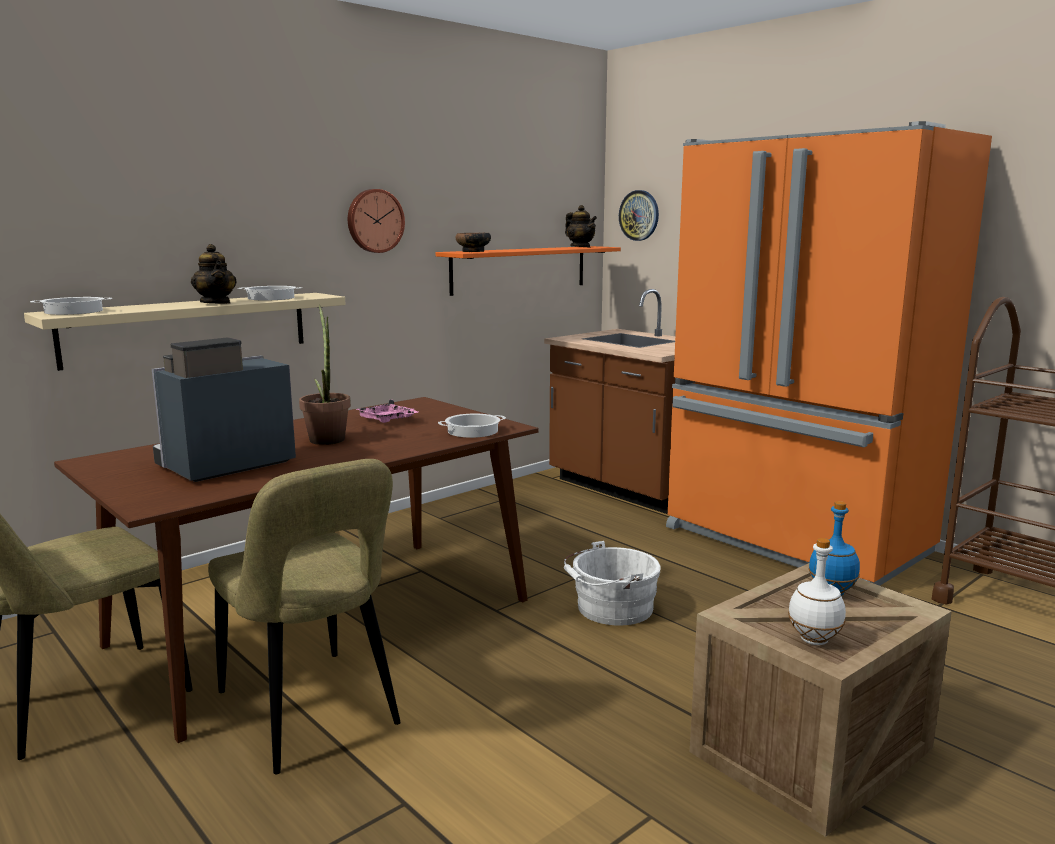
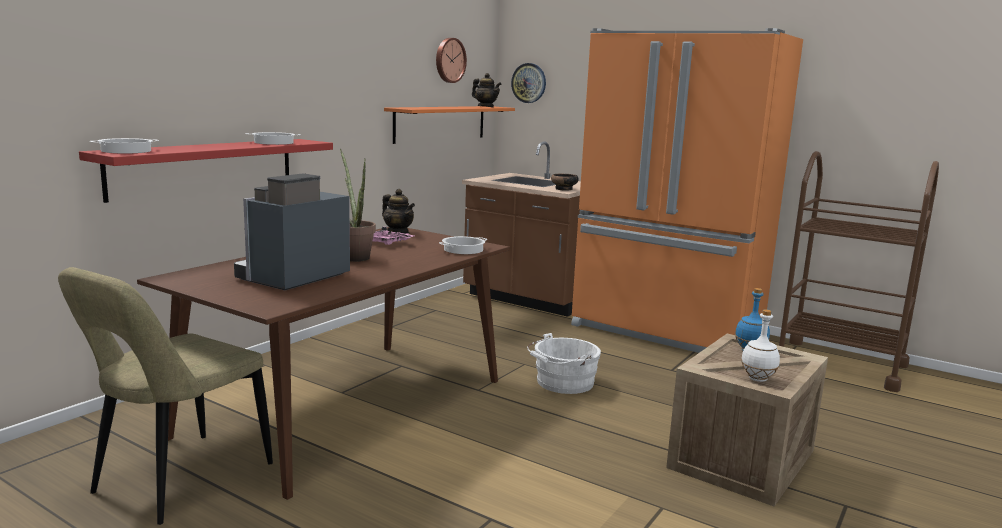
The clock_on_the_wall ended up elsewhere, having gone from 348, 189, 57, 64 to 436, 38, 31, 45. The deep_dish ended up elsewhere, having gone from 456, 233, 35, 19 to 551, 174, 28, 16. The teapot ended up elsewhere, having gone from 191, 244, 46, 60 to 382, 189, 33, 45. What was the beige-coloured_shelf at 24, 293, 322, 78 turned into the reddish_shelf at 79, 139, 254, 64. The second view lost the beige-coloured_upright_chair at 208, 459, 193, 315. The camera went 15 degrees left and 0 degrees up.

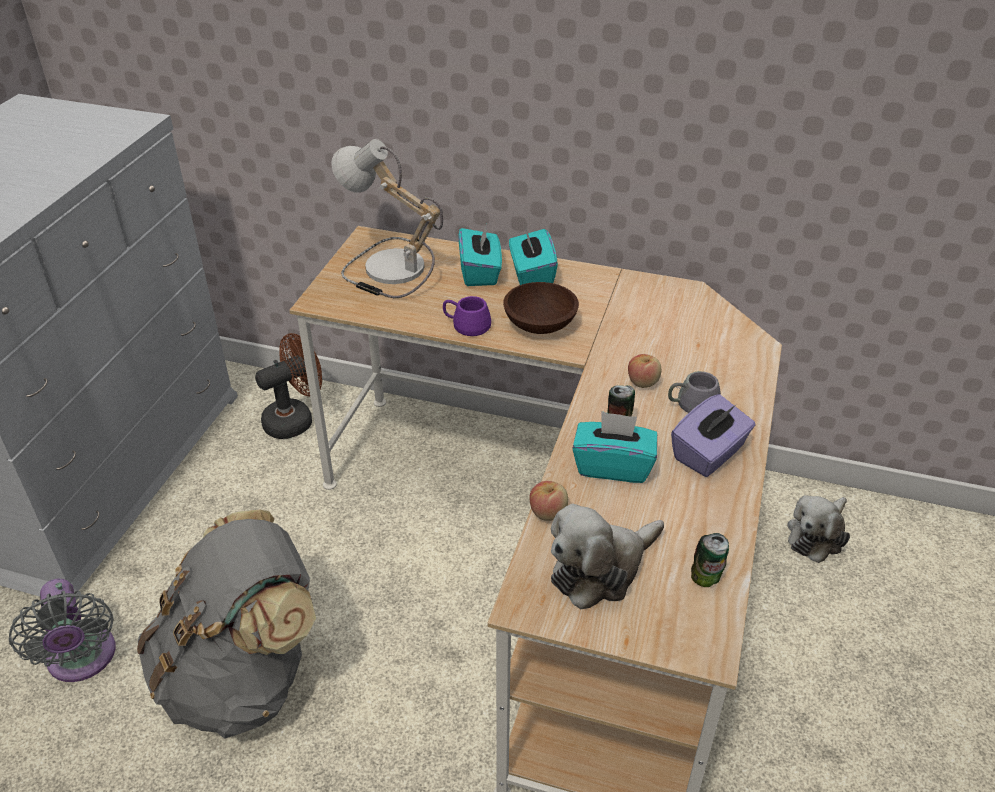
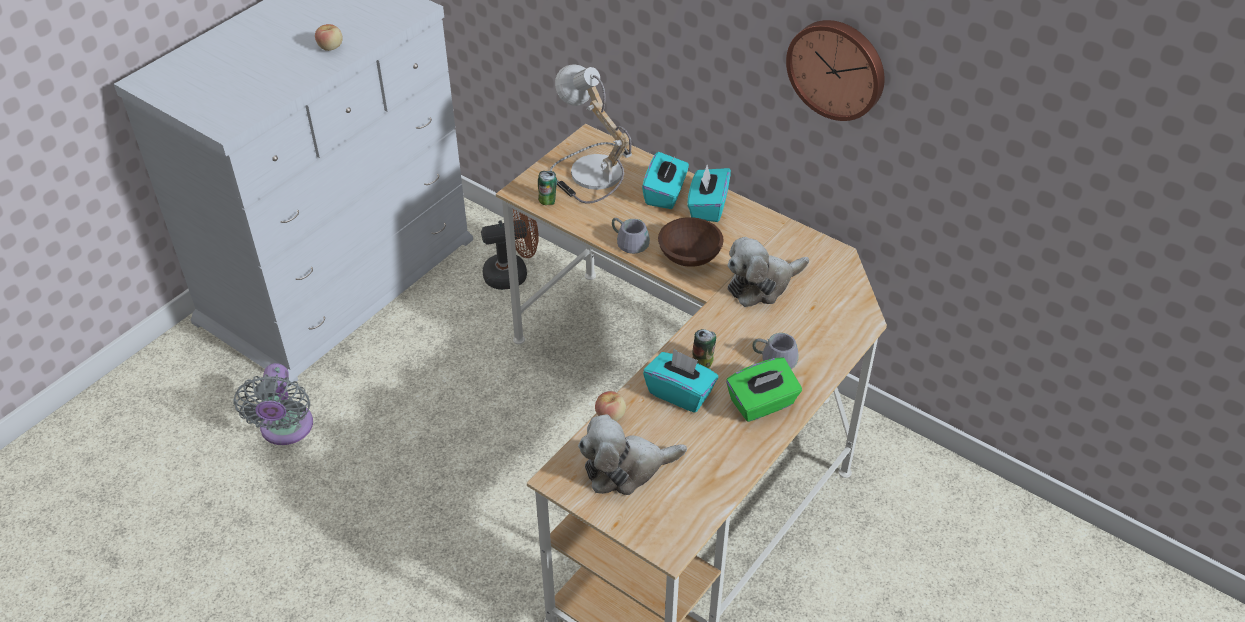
What was the purple_coffee_mug at 443, 296, 48, 40 turned into the gray_coffee_mug at 612, 218, 38, 36. The whole_apple ended up elsewhere, having gone from 628, 354, 33, 34 to 315, 24, 28, 27. What was the purple_tissue_box at 671, 394, 84, 83 turned into the green_tissue_box at 726, 357, 76, 65. The plush_toy ended up elsewhere, having gone from 787, 495, 63, 68 to 728, 237, 81, 70. The second view lost the gray_rucksack at 137, 510, 179, 229. The metal_can ended up elsewhere, having gone from 691, 533, 38, 54 to 538, 171, 19, 34. The second view gained the clock_on_the_wall at 786, 20, 99, 101. The camera went 20 degrees right and 5 degrees up.

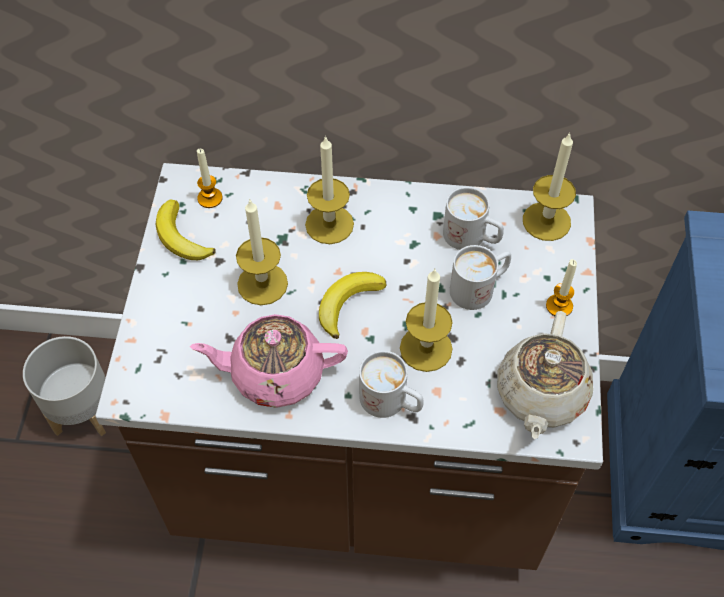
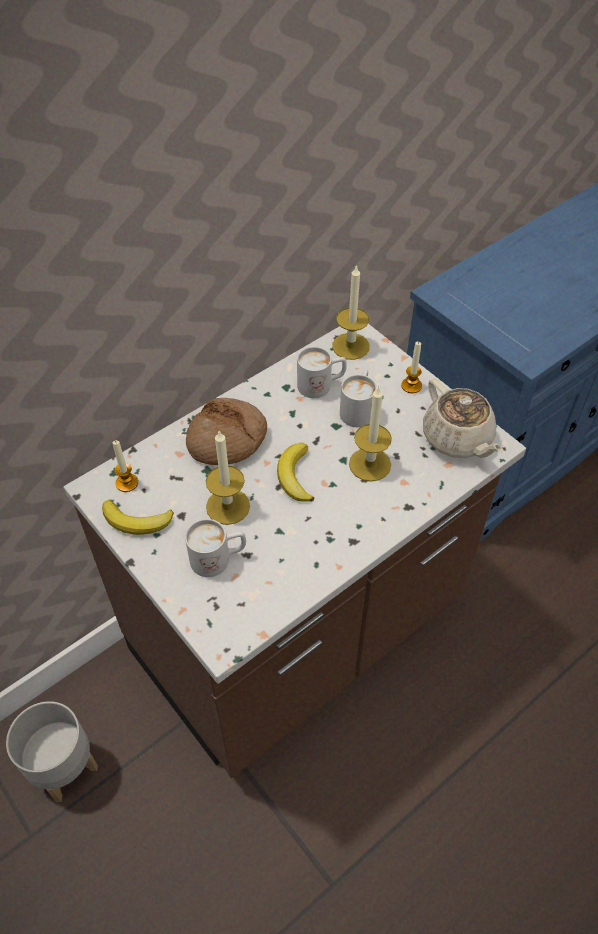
Where the candle stood at 305, 136, 49, 108, the bakery_bread came to stand at 186, 398, 81, 67. The second view lost the pink-coloured_teapot at 190, 314, 158, 94. The white_coffee_mug ended up elsewhere, having gone from 359, 351, 64, 67 to 185, 519, 61, 58. The camera went 45 degrees left and 5 degrees down.

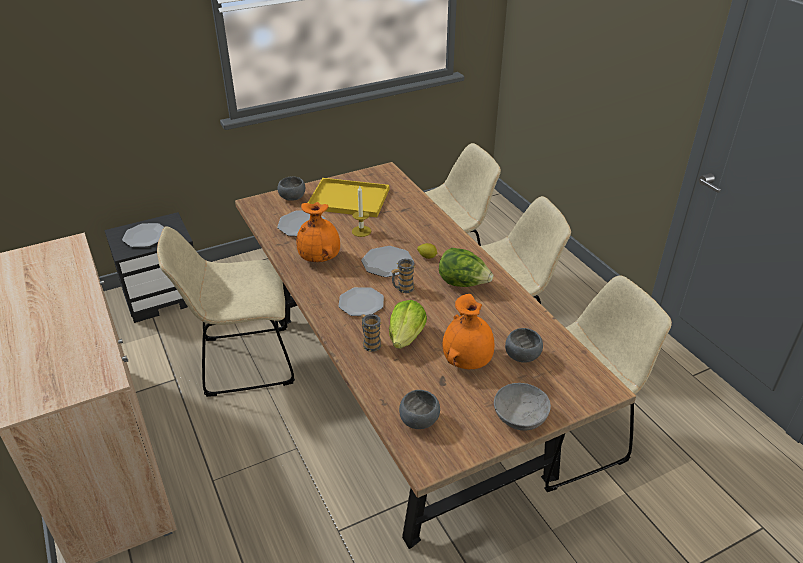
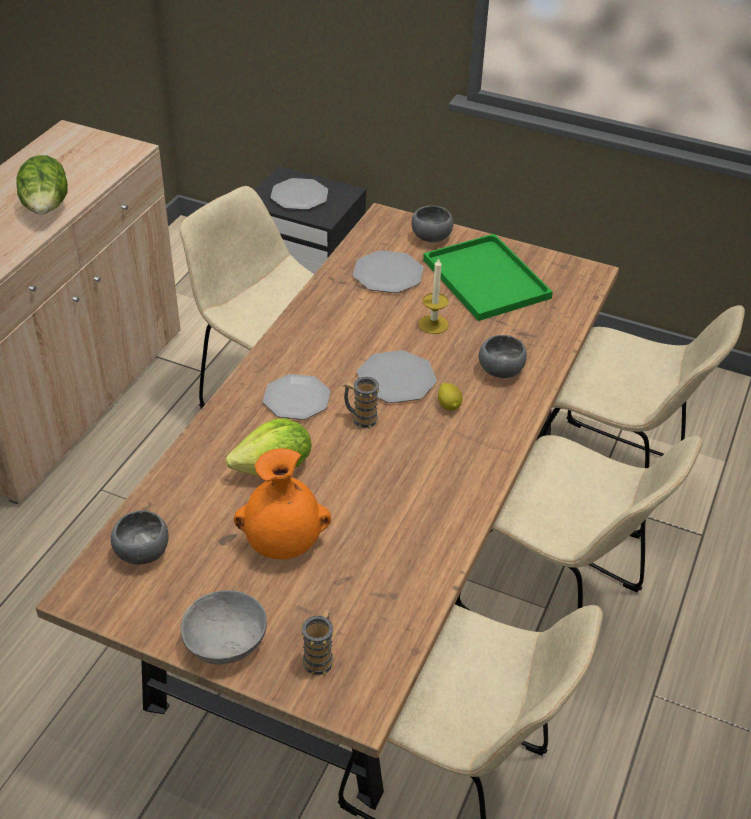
What was the yellowish_carrying_tray at 308, 178, 81, 39 turned into the green_carrying_tray at 423, 234, 130, 87. The second view lost the orange-coloured_decorative_vase at 296, 202, 44, 60. The head_of_lettuce ended up elsewhere, having gone from 439, 248, 54, 39 to 16, 155, 52, 59. The coffee_mug ended up elsewhere, having gone from 361, 314, 21, 38 to 300, 610, 35, 65. The gray_deep_dish ended up elsewhere, having gone from 505, 328, 38, 35 to 479, 335, 48, 43. The camera went 50 degrees right and 5 degrees up.

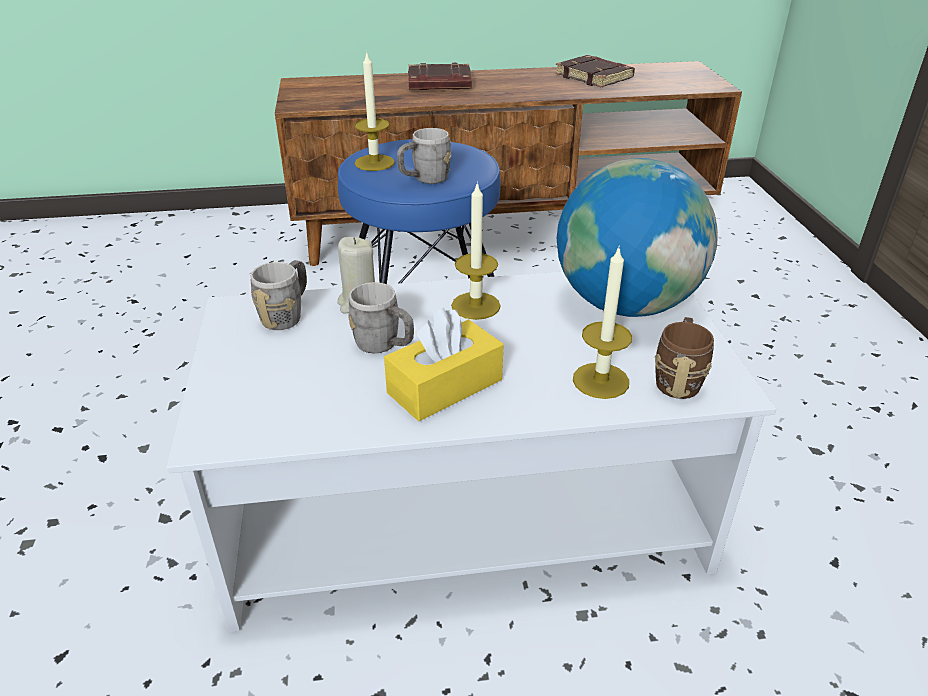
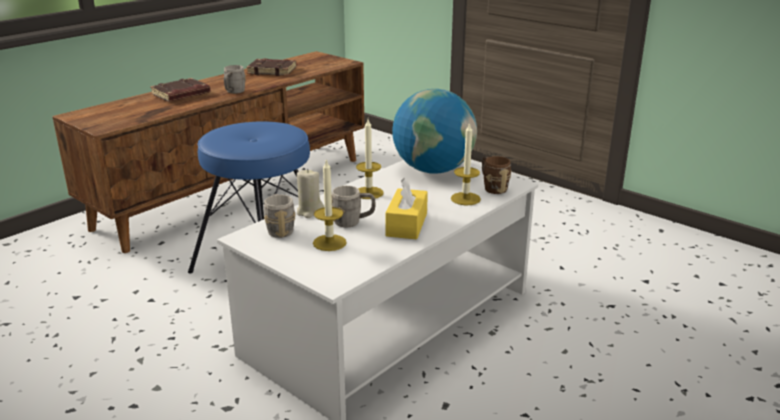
The candle ended up elsewhere, having gone from 354, 51, 41, 120 to 313, 159, 34, 92. The gray_coffee_mug ended up elsewhere, having gone from 397, 128, 54, 56 to 224, 65, 22, 29. The camera went 40 degrees left and 10 degrees down.

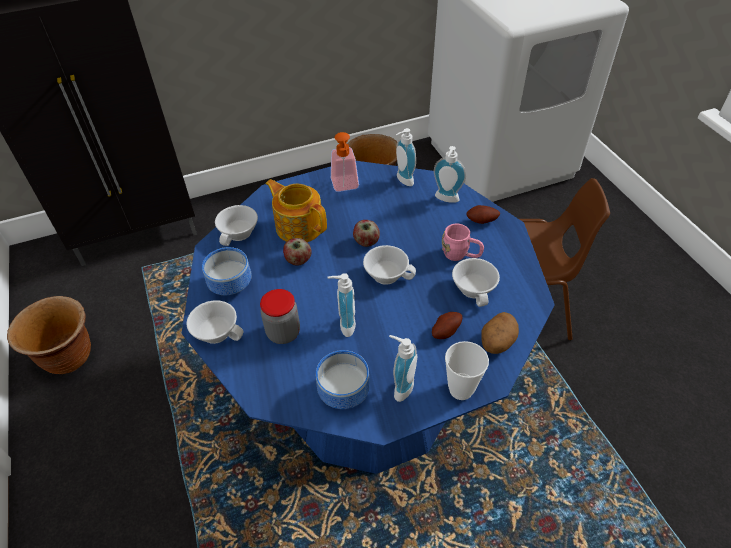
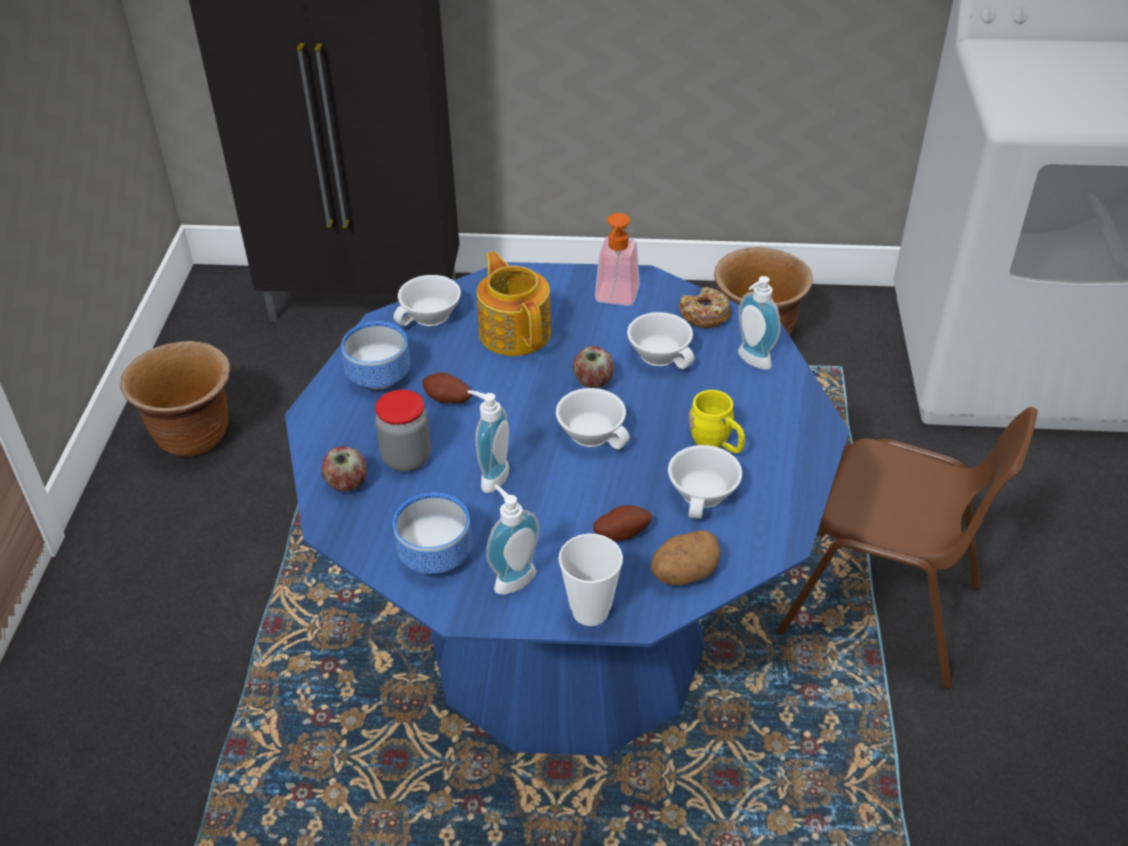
Where the liquid_soap_bottle stood at 396, 128, 20, 58, the donut came to stand at 679, 287, 52, 41. The whole_potato ended up elsewhere, having gone from 467, 205, 33, 19 to 423, 372, 49, 32. What was the pink-coloured_coffee_mug at 442, 224, 42, 37 turned into the yellowish_coffee_mug at 689, 390, 56, 63. The whole_apple ended up elsewhere, having gone from 283, 238, 29, 28 to 321, 446, 46, 46. The white_drinking_cup ended up elsewhere, having gone from 186, 300, 58, 44 to 627, 312, 68, 57. The camera went 25 degrees right and 5 degrees down.

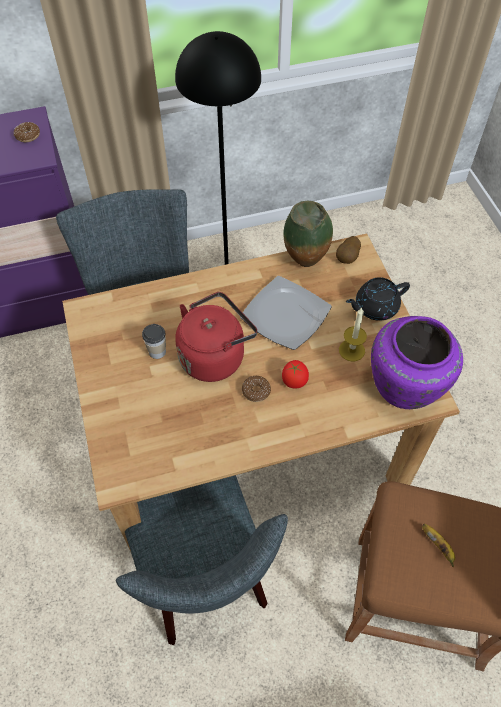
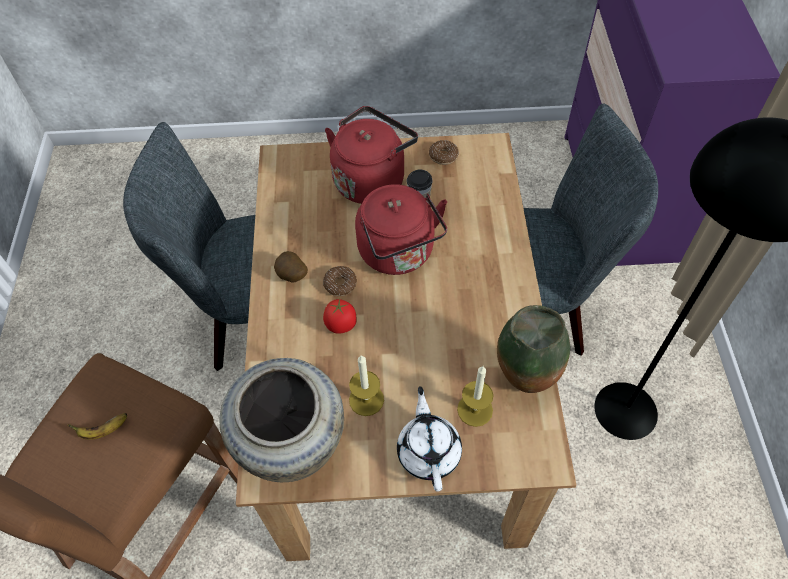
The donut ended up elsewhere, having gone from 14, 122, 26, 20 to 429, 140, 30, 25. The whole_potato ended up elsewhere, having gone from 336, 236, 25, 28 to 274, 251, 34, 32. The second view lost the flat_dish at 240, 276, 92, 74. What was the black_teapot at 346, 277, 64, 44 turned into the white_teapot at 397, 386, 65, 106. What was the purple_decorative_vase at 371, 316, 92, 93 turned into the beige-coloured_decorative_vase at 219, 358, 125, 124. The second view gained the reddish_tea_kettle at 325, 106, 93, 98. The second view gained the candle at 457, 366, 37, 61. The camera went 105 degrees right and 0 degrees up.

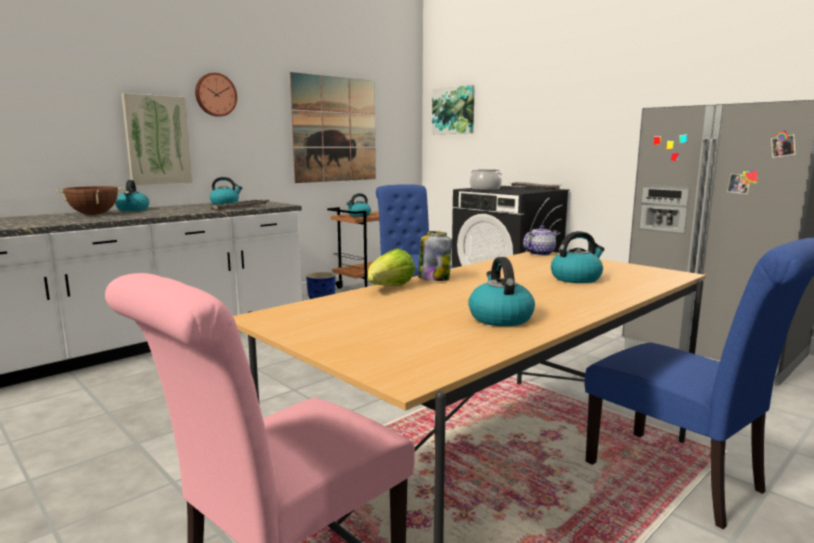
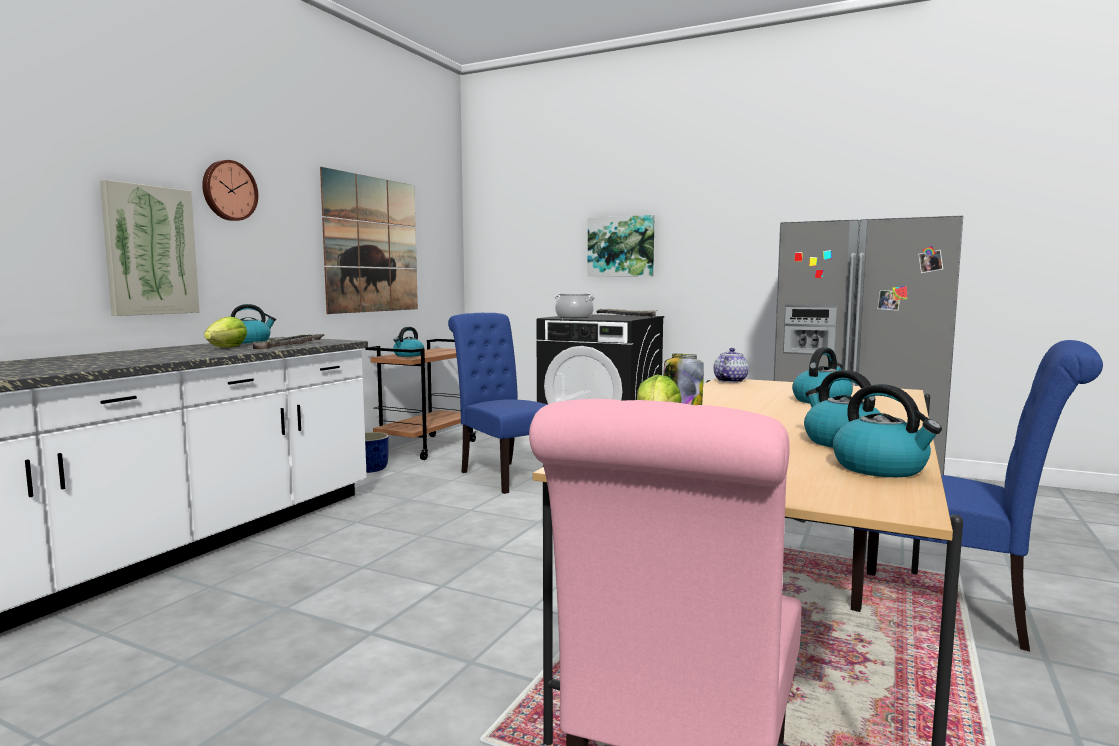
The wall_art ended up elsewhere, having gone from 432, 85, 43, 49 to 588, 215, 67, 62. The tea_kettle ended up elsewhere, having gone from 115, 180, 34, 31 to 833, 384, 109, 93. The second view lost the brown-coloured_stockpot at 56, 186, 67, 29. The second view gained the head_of_lettuce at 204, 317, 43, 31. The camera went 20 degrees left and 5 degrees down.

